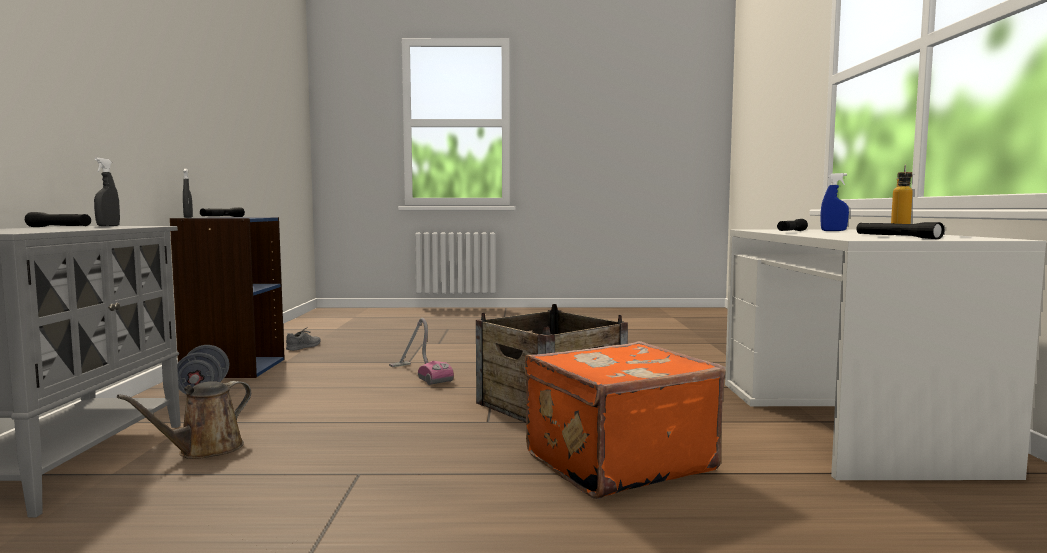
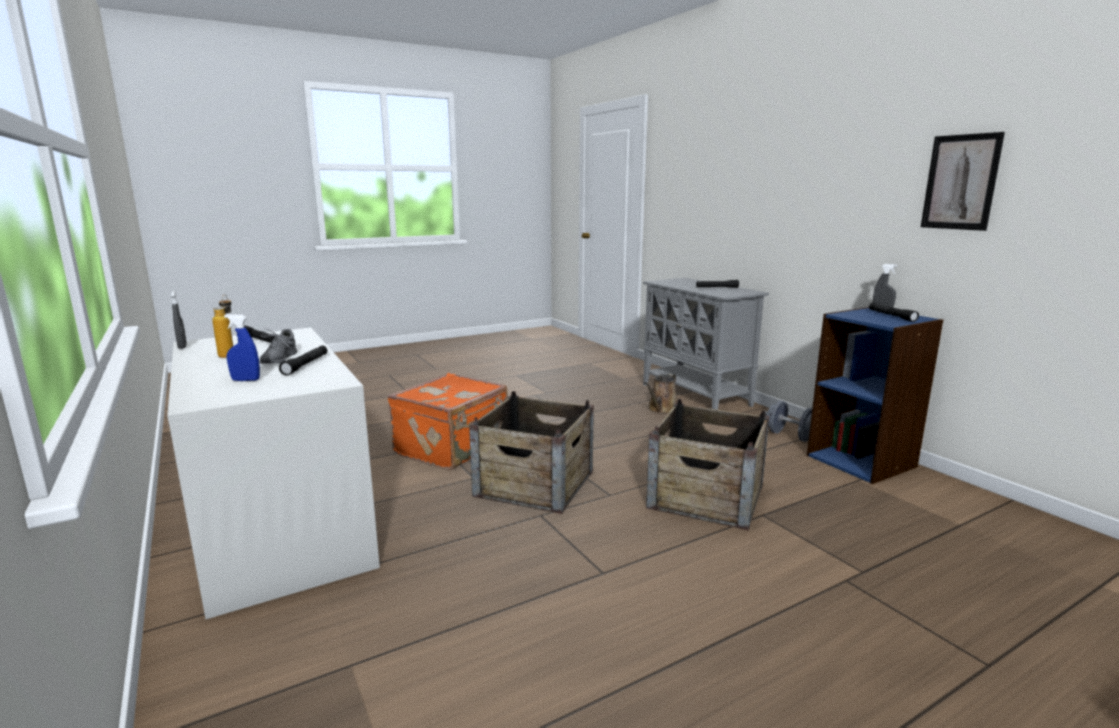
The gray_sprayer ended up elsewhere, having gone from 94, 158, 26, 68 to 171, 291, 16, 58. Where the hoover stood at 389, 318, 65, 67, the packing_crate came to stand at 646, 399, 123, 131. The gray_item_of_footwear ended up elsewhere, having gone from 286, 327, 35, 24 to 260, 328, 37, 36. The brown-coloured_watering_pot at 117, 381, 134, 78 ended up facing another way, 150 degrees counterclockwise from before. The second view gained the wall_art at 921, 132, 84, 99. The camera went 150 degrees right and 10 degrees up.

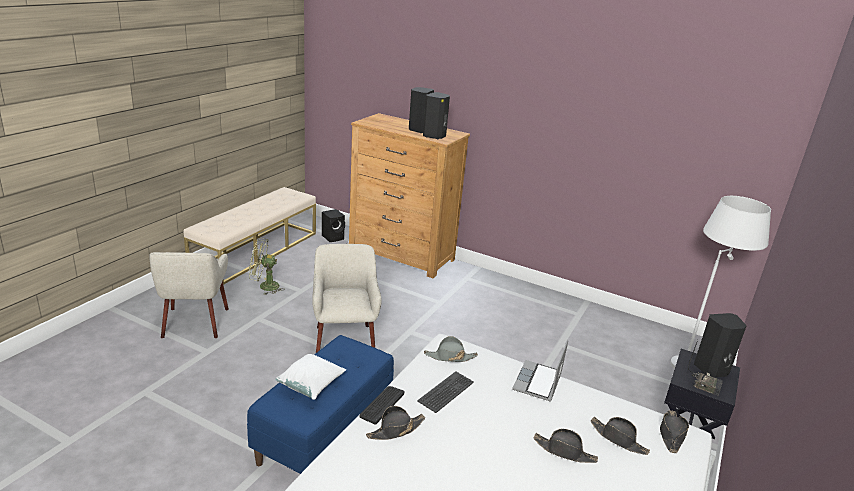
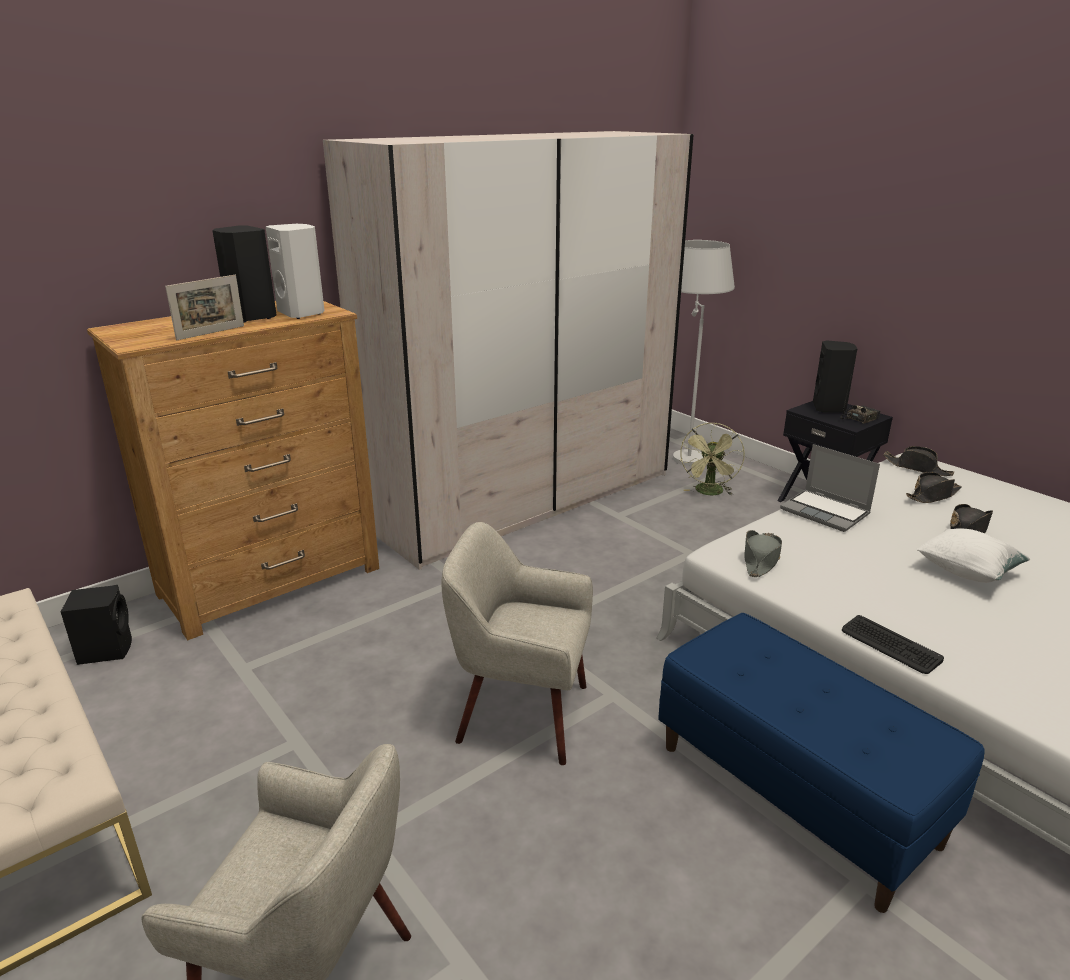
What was the black_audio_speaker at 423, 92, 27, 47 turned into the white_audio_speaker at 266, 224, 59, 95. The green_electric_fan ended up elsewhere, having gone from 249, 238, 35, 57 to 680, 423, 65, 72. The white_cushion ended up elsewhere, having gone from 275, 354, 71, 46 to 916, 528, 114, 55. The second view lost the keyboard at 417, 371, 57, 42. The second view lost the black_clothing_hat at 366, 406, 59, 34. The second view gained the beige-coloured_clothes_cupboard at 323, 131, 371, 439. The second view gained the photo_frame at 165, 275, 79, 65. The camera went 65 degrees left and 0 degrees up.

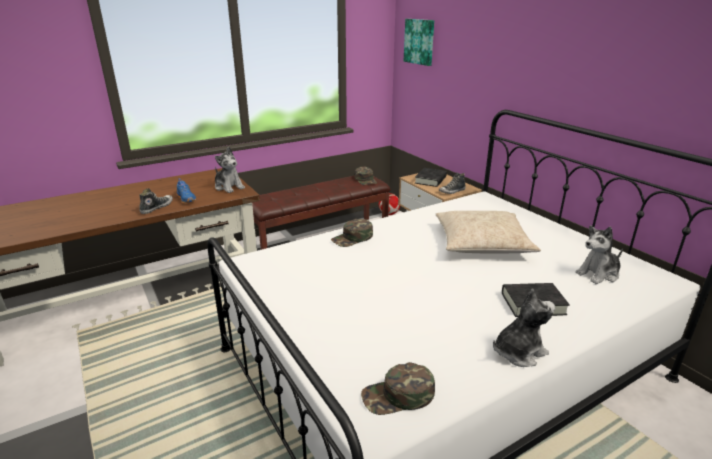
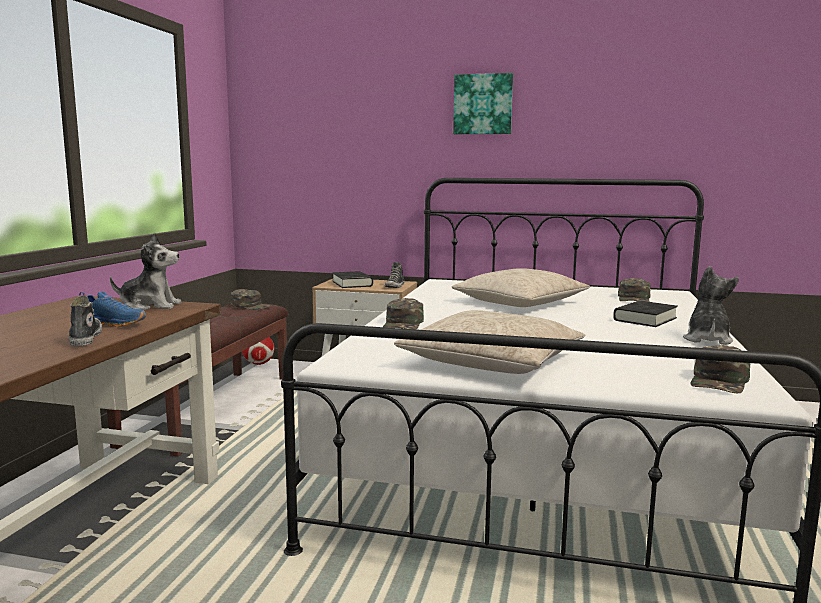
The wall_art ended up elsewhere, having gone from 404, 19, 30, 47 to 453, 73, 60, 61. Where the plush_toy stood at 575, 225, 48, 59, the green_cap came to stand at 618, 278, 33, 24. The second view gained the beige-coloured_cushion at 394, 310, 191, 64. The camera went 45 degrees left and 15 degrees down.

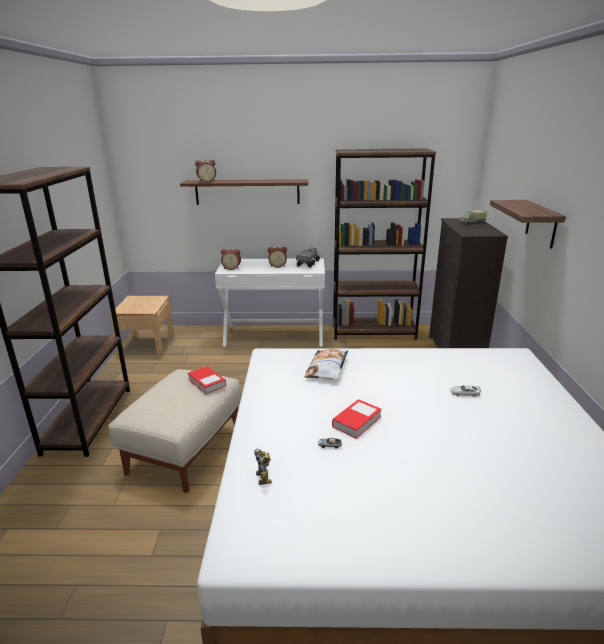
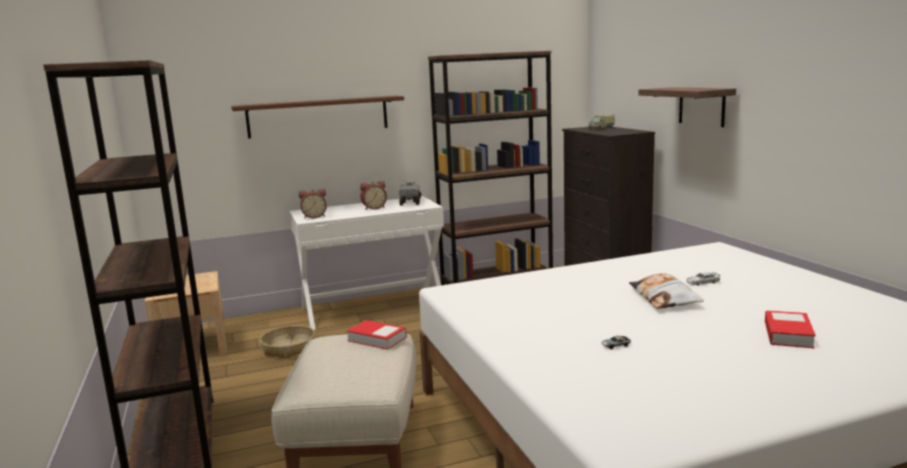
The second view lost the alarm_clock at 195, 160, 21, 22. The cushion ended up elsewhere, having gone from 305, 349, 43, 31 to 629, 273, 75, 36. The volume ended up elsewhere, having gone from 332, 399, 50, 40 to 765, 310, 51, 38. The second view lost the robot_figure at 254, 449, 18, 36. The second view gained the storage_basket at 260, 325, 55, 34. The camera went 20 degrees left and 10 degrees down.

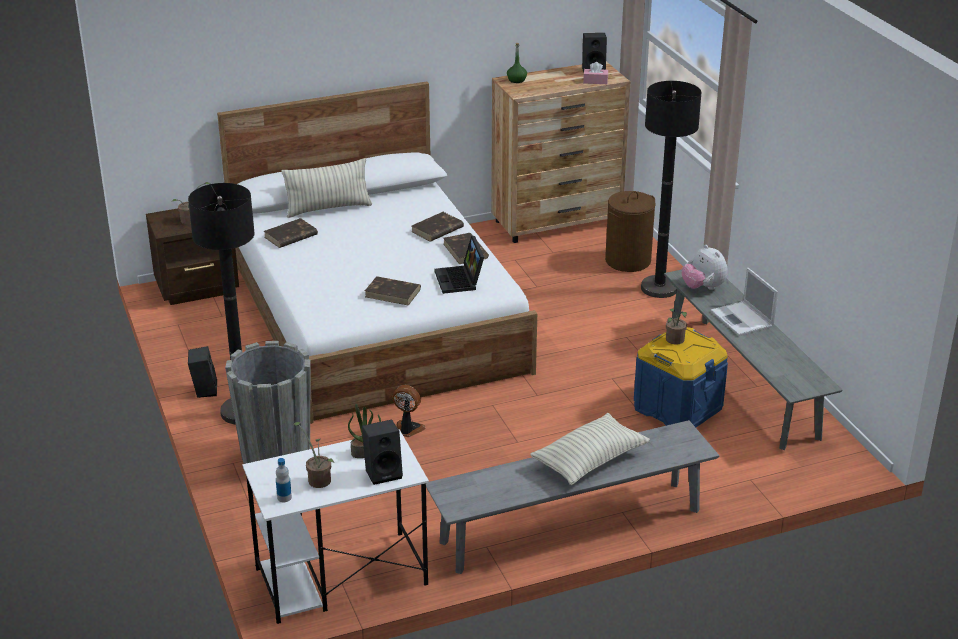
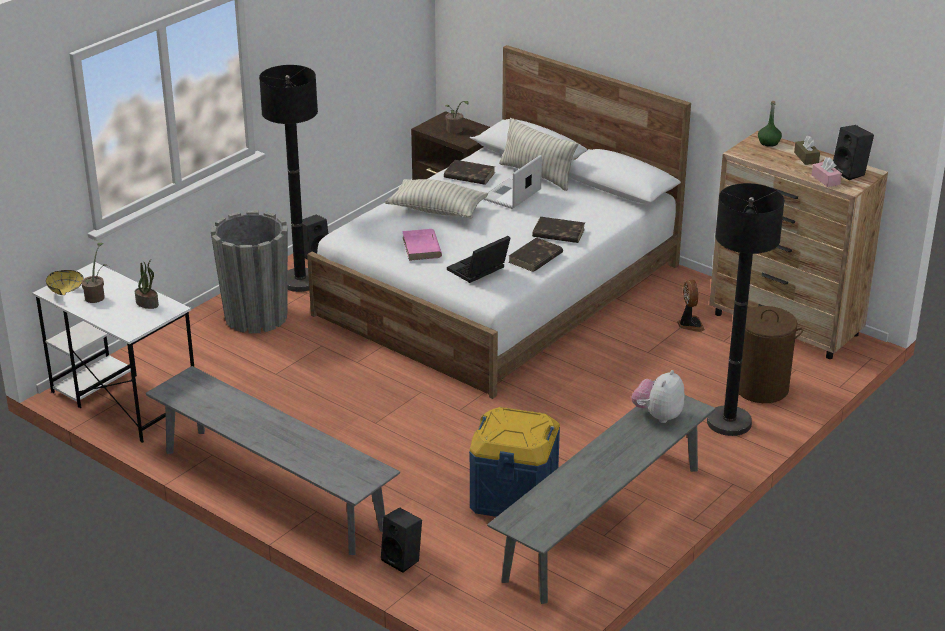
The portable_computer ended up elsewhere, having gone from 711, 268, 67, 68 to 483, 155, 59, 54. What was the brown-coloured_volume at 365, 276, 56, 30 turned into the pink-coloured_volume at 402, 229, 40, 32. The second view lost the potted_plant at 666, 309, 21, 35. The electric_fan ended up elsewhere, having gone from 393, 385, 32, 52 to 677, 280, 28, 52. The cushion ended up elsewhere, having gone from 530, 413, 120, 72 to 385, 179, 103, 39. The black_audio_speaker ended up elsewhere, having gone from 362, 419, 41, 66 to 381, 507, 41, 66. Where the drink_bottle stood at 276, 458, 16, 44, the yellowish_deep_dish came to stand at 46, 270, 37, 25. The second view gained the brown-coloured_tissue_box at 794, 136, 26, 29. The camera went 60 degrees right and 0 degrees up.

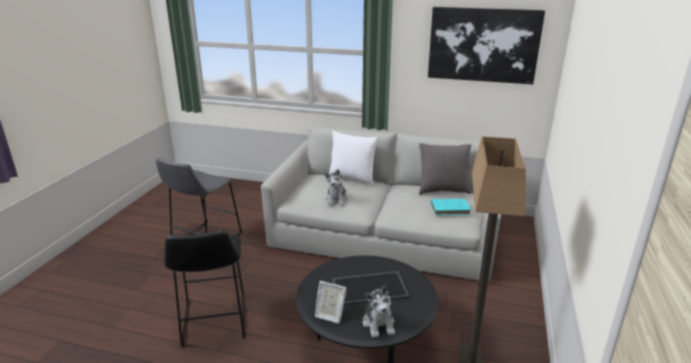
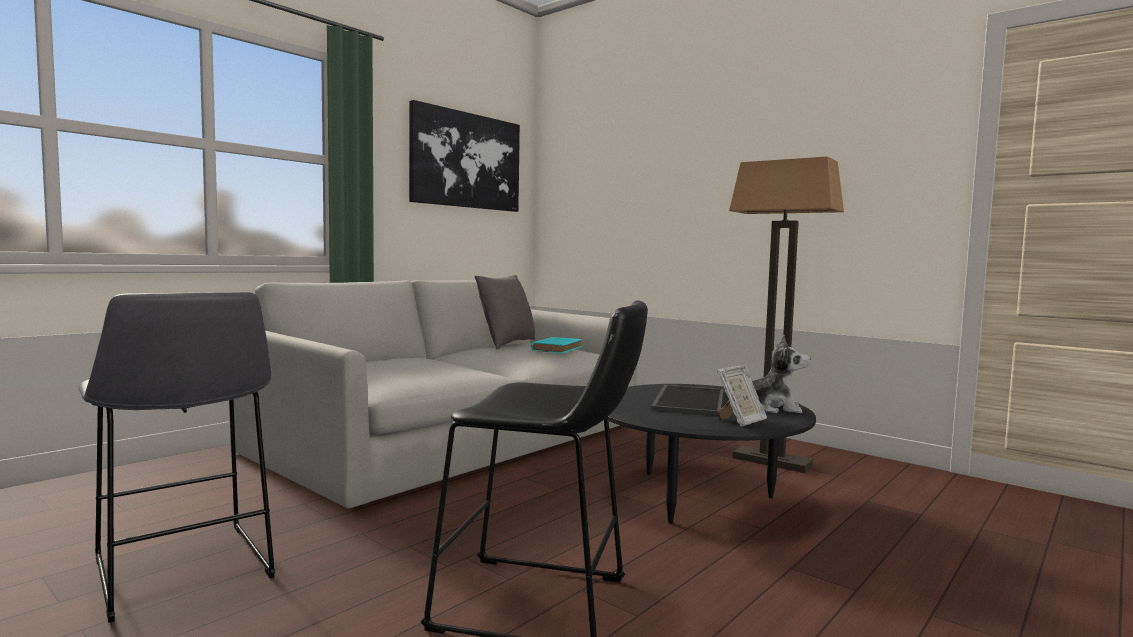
The second view lost the white_cushion at 329, 131, 50, 54. The second view lost the plush_toy at 324, 169, 24, 36. The camera went 65 degrees left and 20 degrees down.

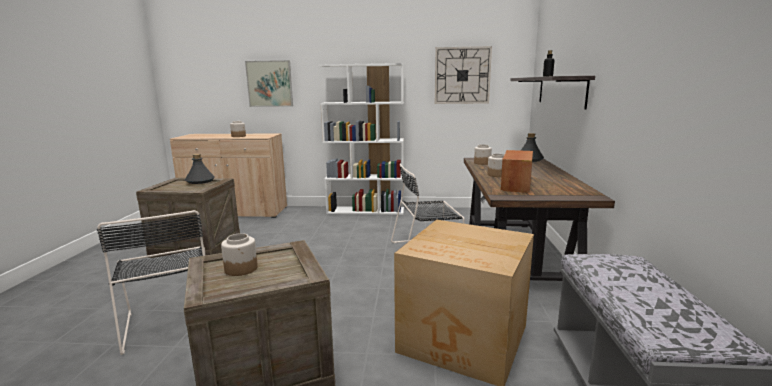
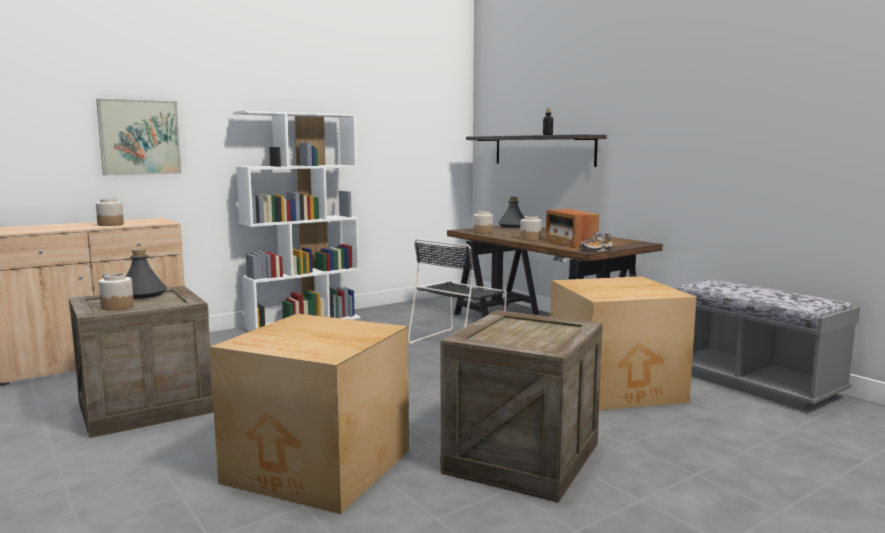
The second view lost the clock_on_the_wall at 435, 46, 57, 58. Where the black_upright_chair stood at 97, 210, 109, 145, the packing_box came to stand at 210, 313, 199, 201. The jar ended up elsewhere, having gone from 221, 233, 37, 43 to 99, 273, 35, 38. The second view gained the item_of_footwear at 580, 232, 33, 19. The camera went 40 degrees left and 5 degrees down.

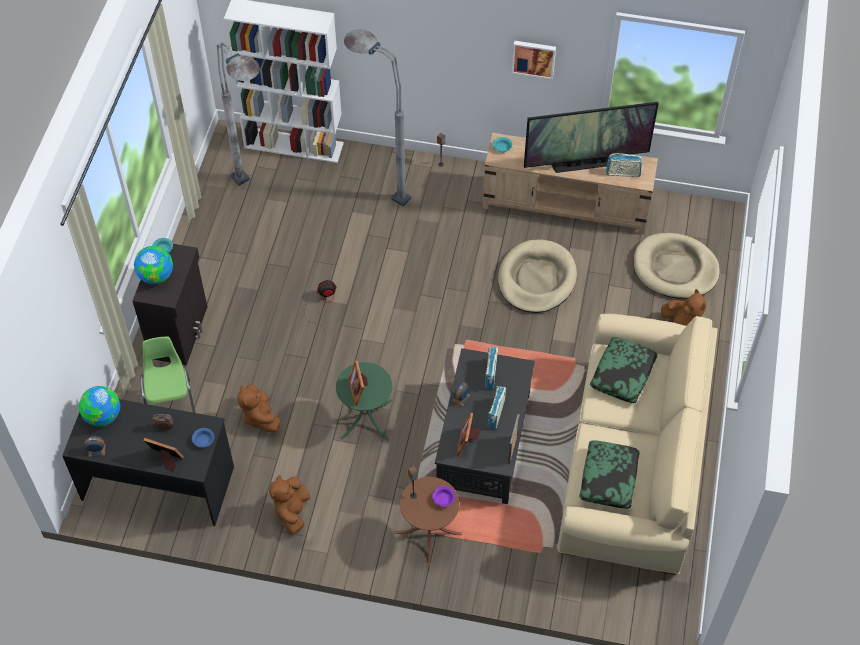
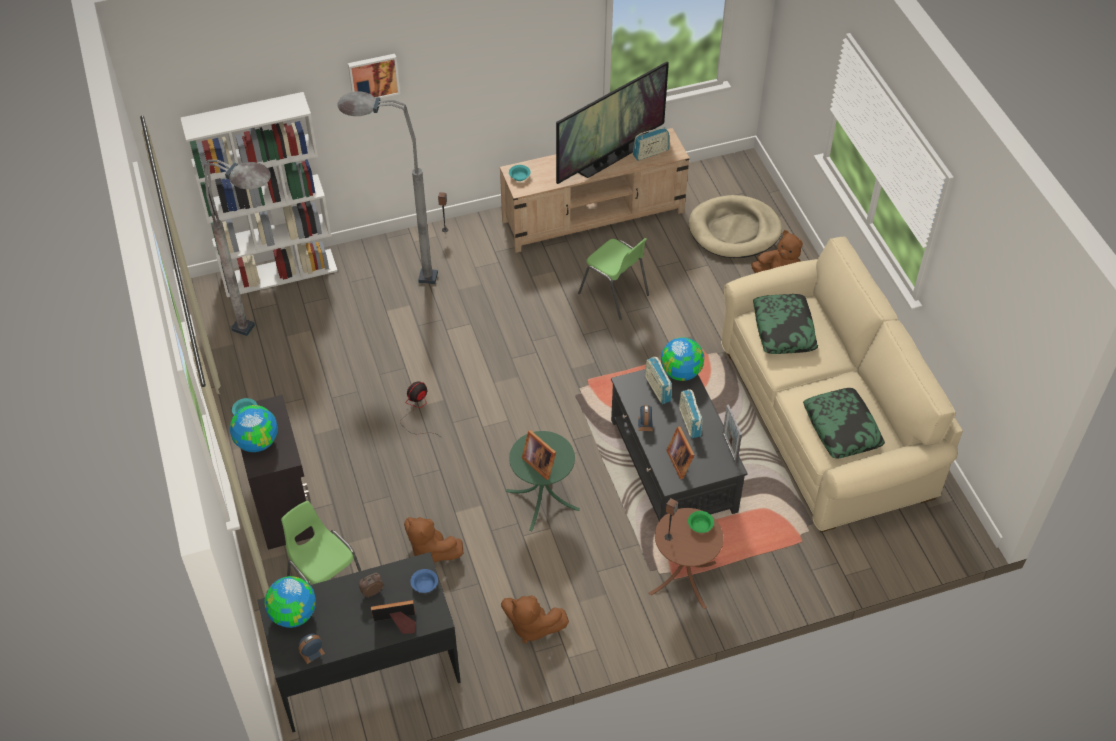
The wall_art ended up elsewhere, having gone from 512, 41, 44, 38 to 348, 54, 52, 44. Where the beige-coloured_dog_bed stood at 498, 239, 79, 74, the green_upright_chair came to stand at 578, 238, 71, 82. The brown-coloured_plush_toy at 269, 475, 41, 59 ended up facing another way, 45 degrees counterclockwise from before. What was the purple_deep_dish at 432, 486, 23, 21 turned into the green_deep_dish at 688, 511, 26, 22. The second view gained the desk_globe at 661, 338, 43, 43. The camera went 30 degrees left and 5 degrees down.

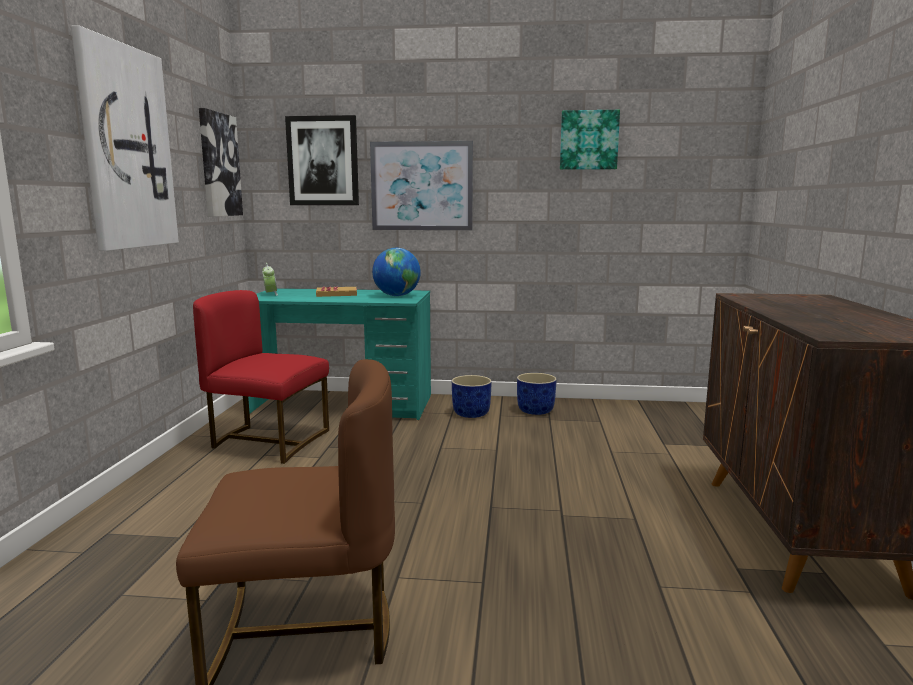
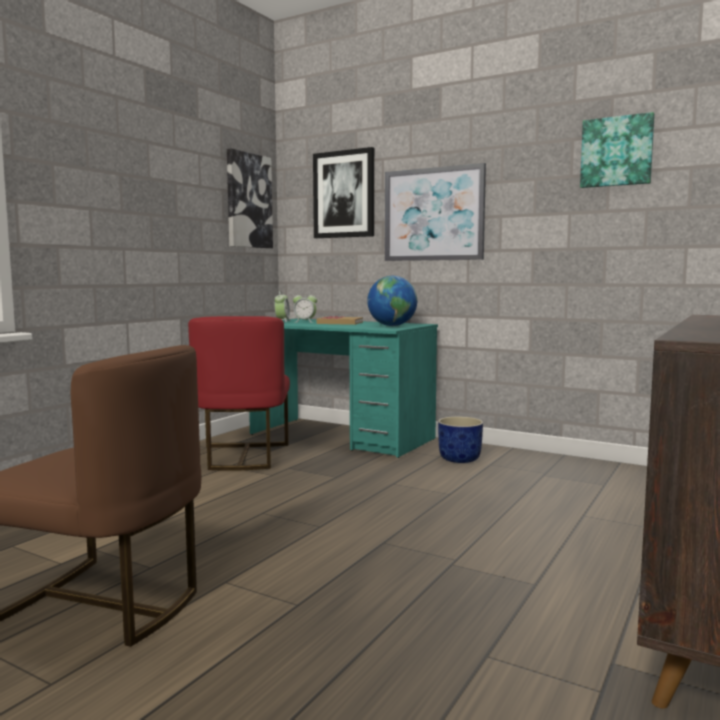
The second view lost the wall_art at 71, 25, 108, 226. The reddish_upright_chair at 193, 290, 136, 174 ended up facing another way, 135 degrees counterclockwise from before. The second view lost the blue_planter at 517, 373, 40, 42. The second view gained the alarm_clock at 293, 291, 24, 32. The camera went 25 degrees right and 5 degrees down.

